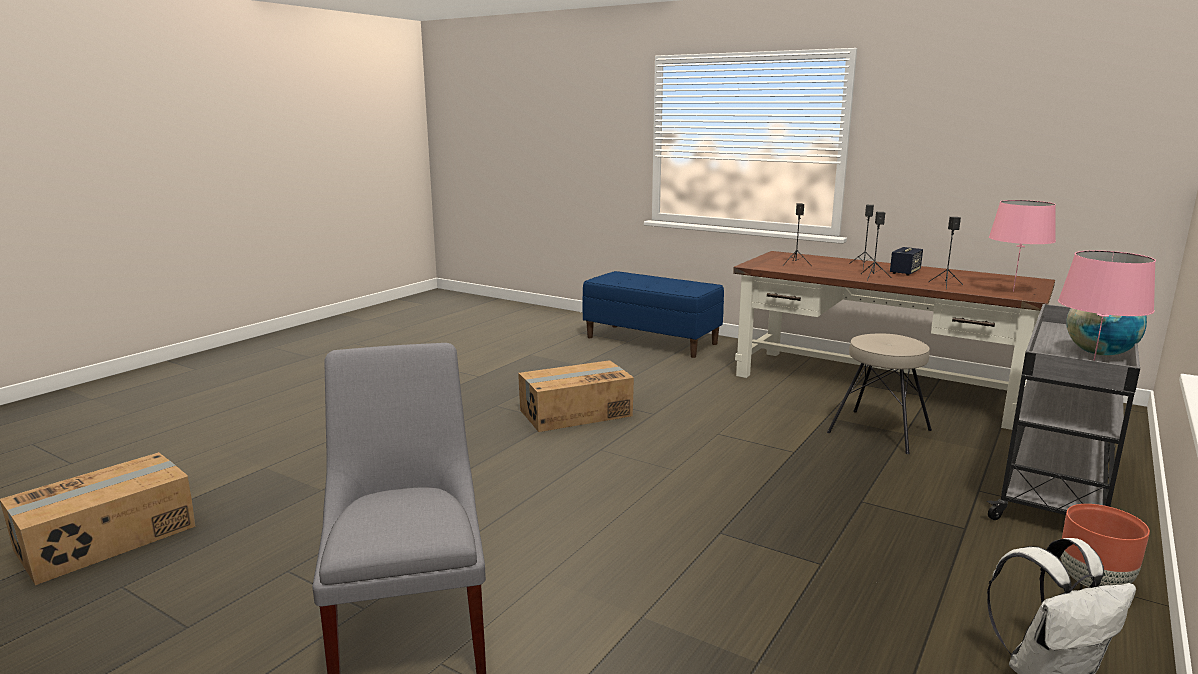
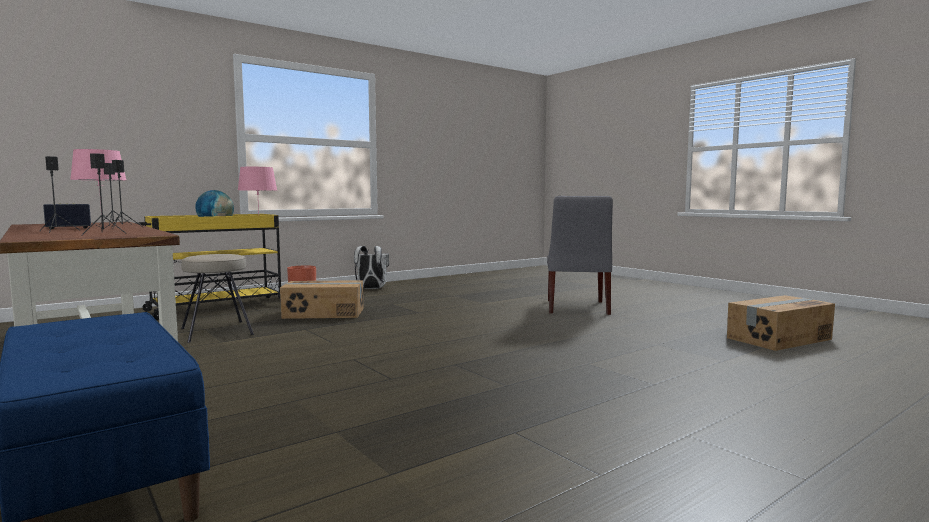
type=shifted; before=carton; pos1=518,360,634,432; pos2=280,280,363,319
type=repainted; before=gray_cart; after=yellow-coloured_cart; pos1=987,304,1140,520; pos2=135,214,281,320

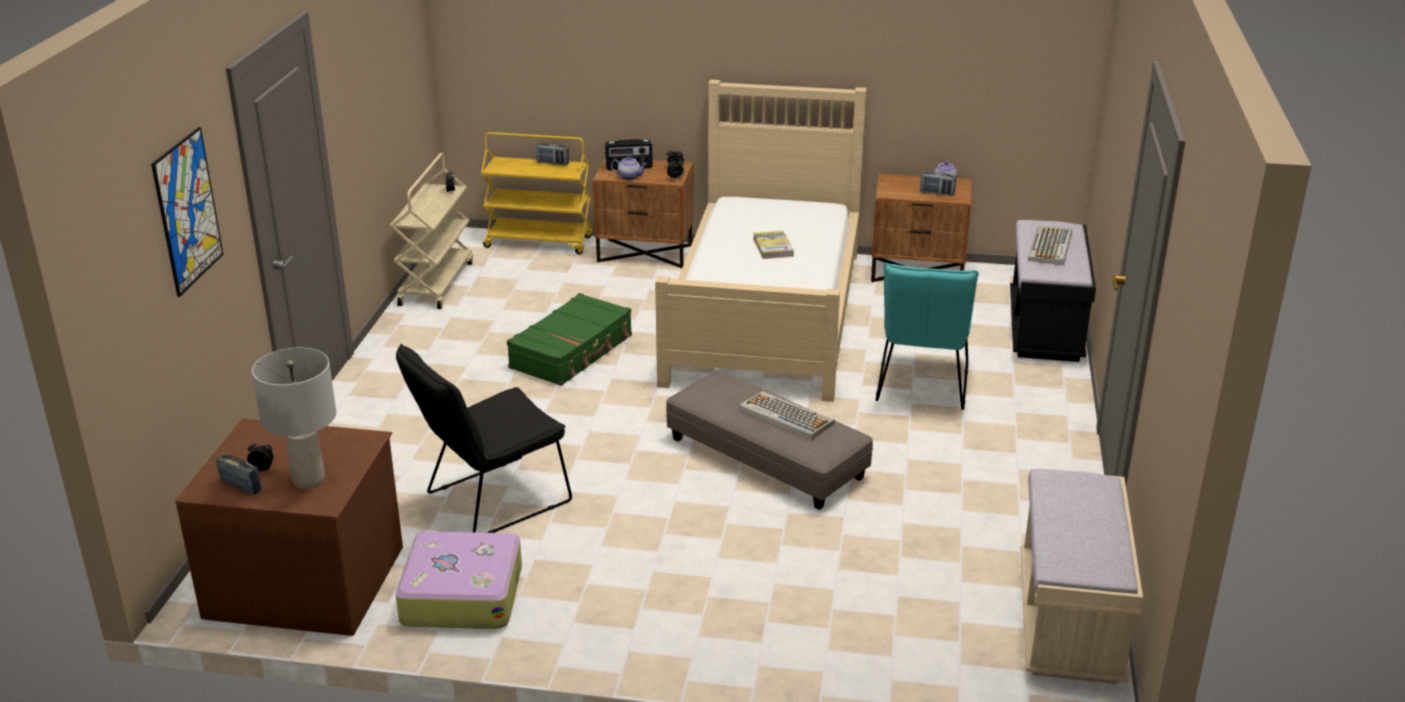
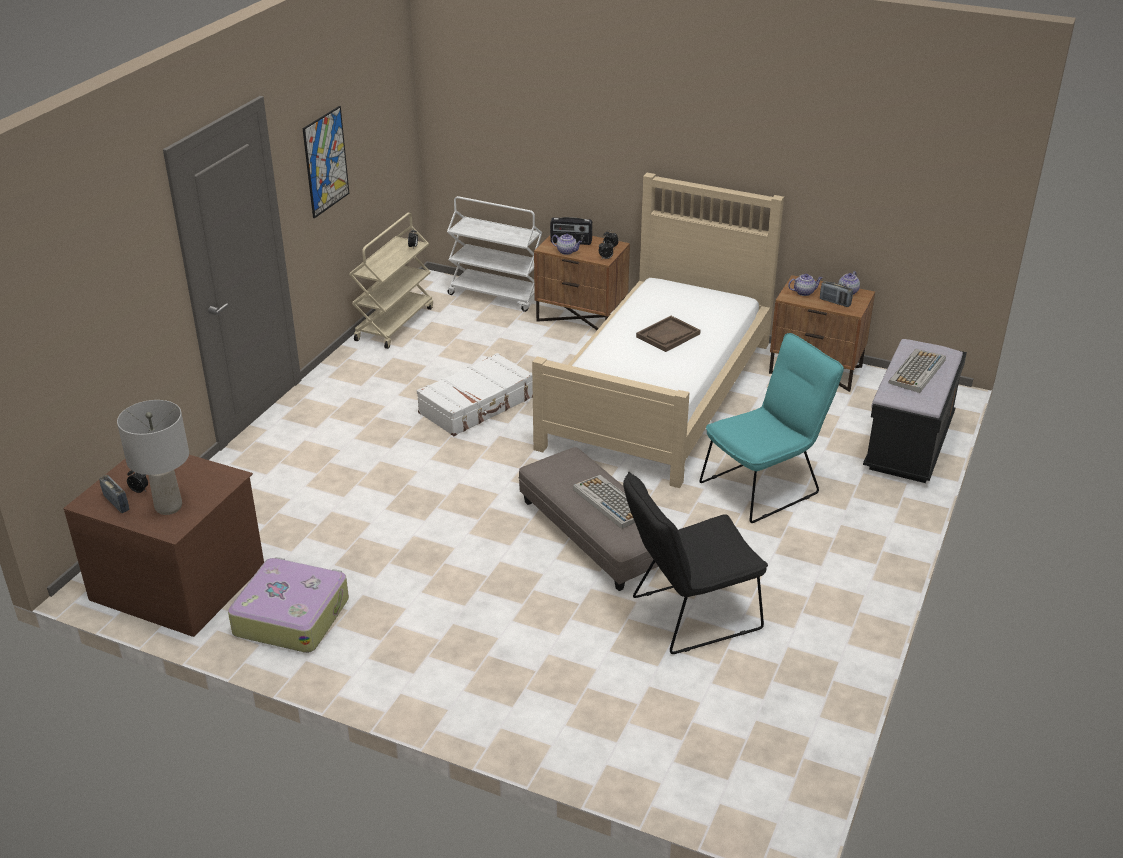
type=shifted; before=picture; pos1=151,127,223,297; pos2=302,106,349,218
type=shifted; before=black_chair; pos1=396,344,572,533; pos2=623,472,768,654
type=repainted; before=yellow-coloured_cart; after=white_cart; pos1=481,132,593,255; pos2=447,196,542,312
type=repainted; before=greenish_travel_case; after=white_travel_case; pos1=507,293,632,386; pos2=417,353,533,436
type=gone; before=radio_set; pos1=536,143,569,165
type=swapped; before=book; after=brown_tray; pos1=753,231,794,259; pos2=636,316,700,352
type=rotated; before=turquoise_chair; pos1=876,263,978,410; pos2=699,333,844,523; turn=-150
type=gone; before=beige-coloured_indoor_bench; pos1=1021,469,1143,684
type=new; after=teapot; pos2=788,274,823,296

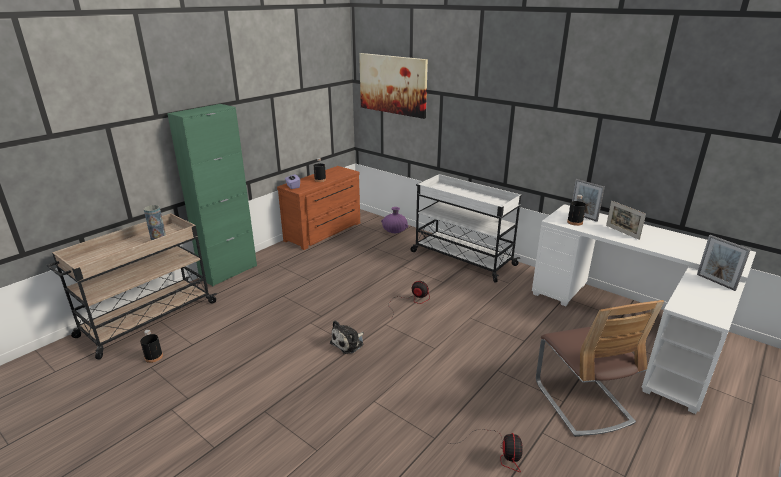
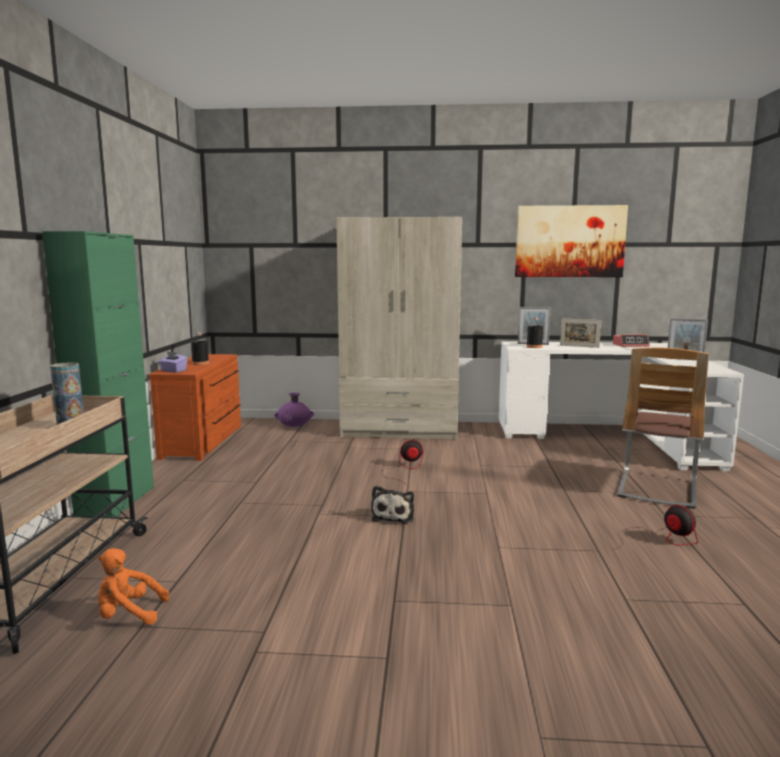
type=swapped; before=black_drink_bottle; after=orange_soft_toy; pos1=140,330,163,363; pos2=98,548,169,625
type=shifted; before=picture; pos1=359,53,428,119; pos2=515,205,628,277
type=swapped; before=white_cart; after=beige-coloured_clothes_cupboard; pos1=411,174,521,282; pos2=336,217,462,440
type=rotated; before=chair; pos1=536,300,664,437; pos2=617,348,709,509; turn=75
type=new; after=alarm_clock; pos2=613,335,650,347

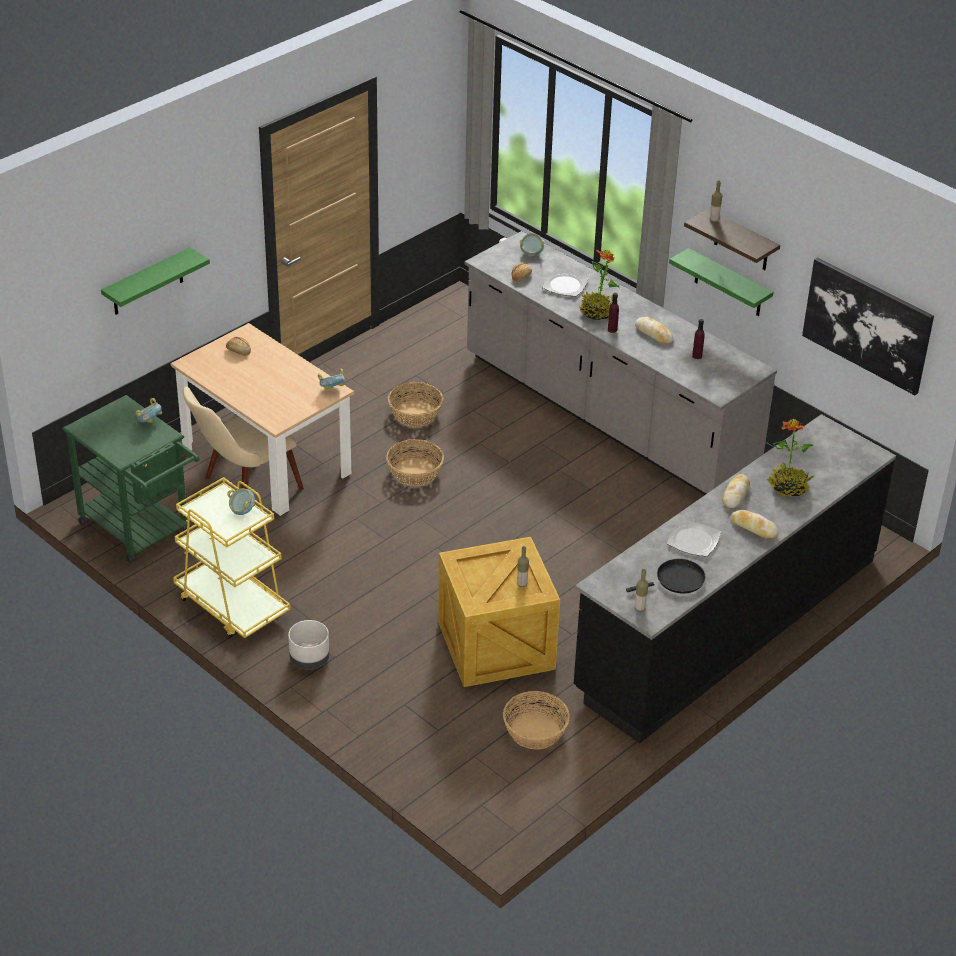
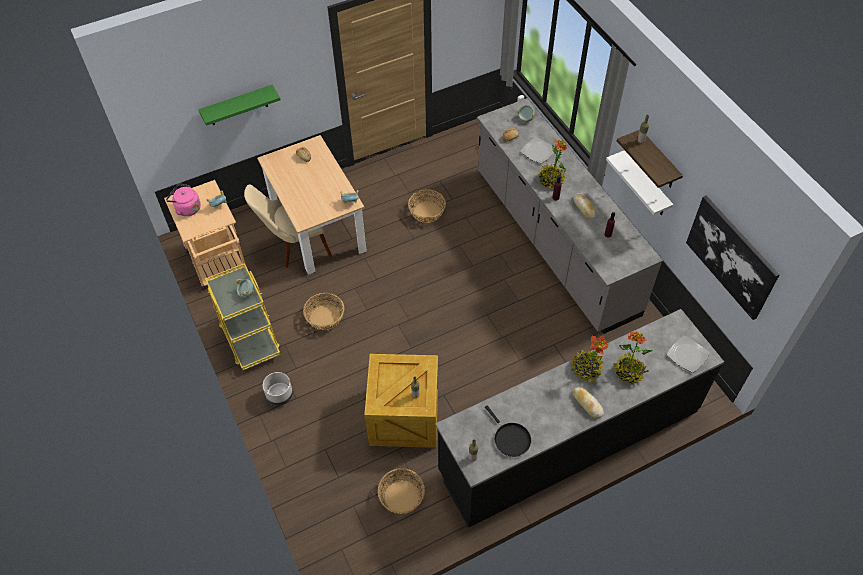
type=repainted; before=greenish_cart; after=beige-coloured_cart; pos1=62,395,200,563; pos2=164,180,249,290
type=shifted; before=basket; pos1=386,439,444,486; pos2=303,293,344,330
type=rotated; before=black_frying_pan; pos1=626,559,706,594; pos2=485,405,531,457; turn=60
type=shifted; before=plate; pos1=667,519,721,557; pos2=667,335,710,373
type=repainted; before=greenish_wall_shelf; after=white_wall_shelf; pos1=669,248,773,316; pos2=606,150,674,215
type=swapped; before=baked_bread; after=potted_plant; pos1=722,474,750,509; pos2=571,335,608,383
type=new; after=pinkish_tea_kettle; pos2=166,183,201,216

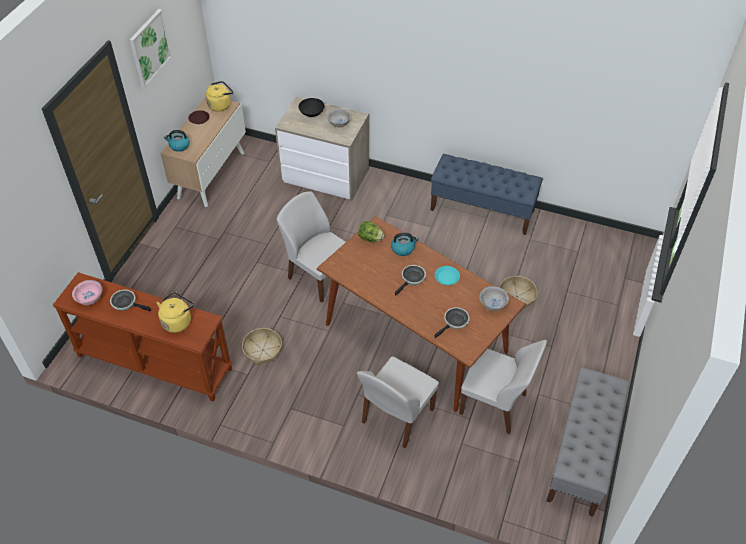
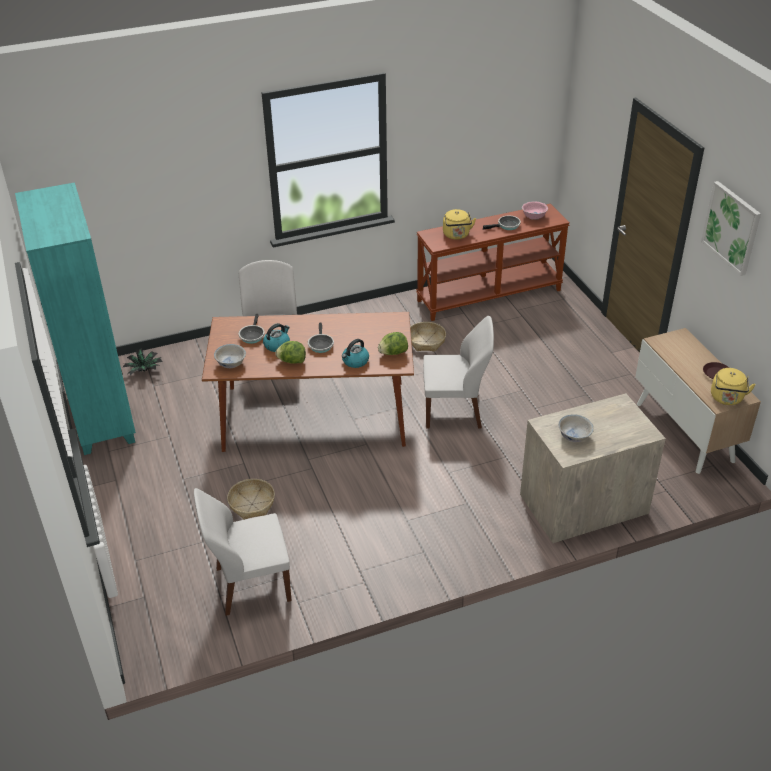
type=shifted; before=tea_kettle; pos1=164,130,190,152; pos2=263,323,290,352
type=gone; before=black_bowl; pos1=298,98,325,117
type=gone; before=bluish_indoor_bench; pos1=431,154,543,235
type=swapped; before=turquoise_plate; after=lettuce; pos1=435,266,460,285; pos2=275,341,306,364
type=shifted; before=white_chair; pos1=459,340,547,434; pos2=194,488,292,616
type=swapped; before=gray_indoor_bench; after=turquoise_shelving_unit; pos1=546,367,630,517; pos2=15,182,136,455
type=new; after=potted_plant; pos2=123,348,163,375

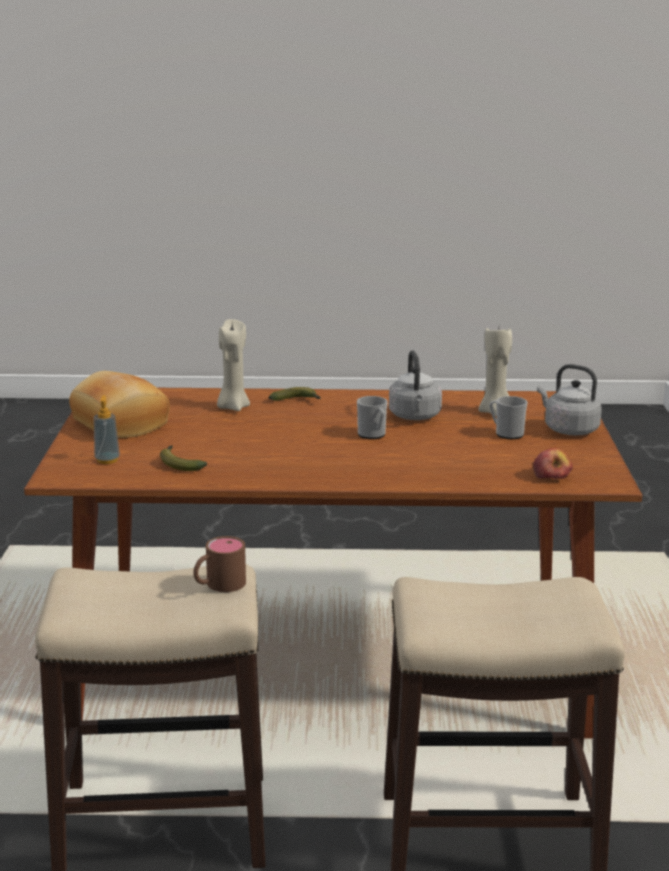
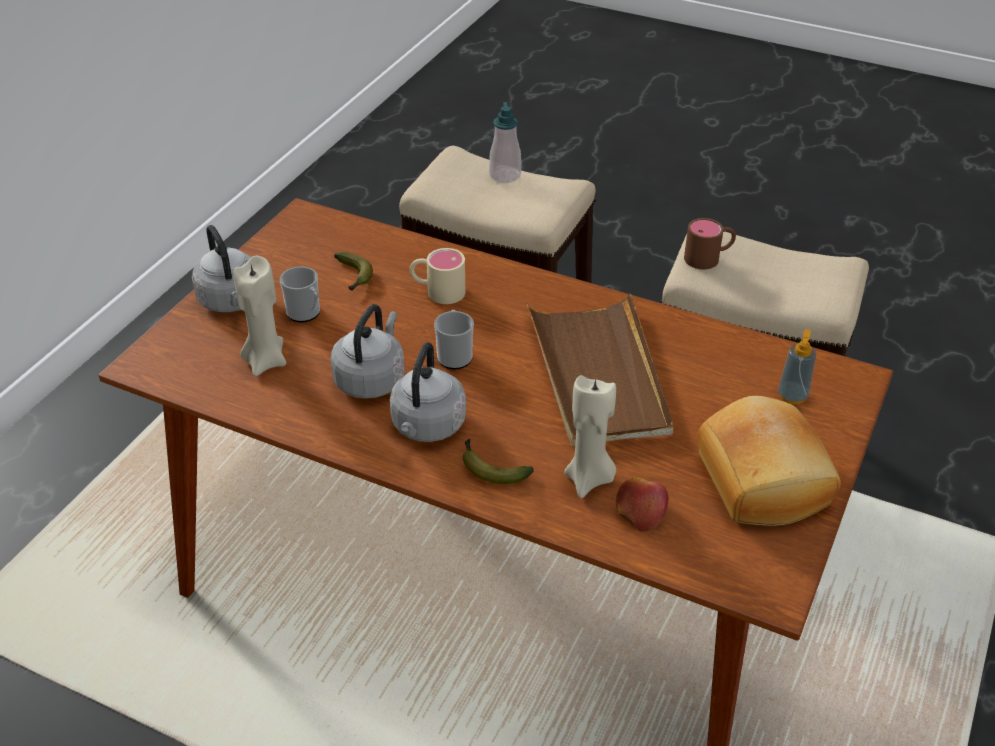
type=shifted; before=whole_banana; pos1=160,445,207,471; pos2=334,252,373,291
type=shifted; before=apple; pos1=533,448,573,479; pos2=616,478,668,532
type=new; after=gray_tea_kettle; pos2=390,342,466,442
type=new; after=beige-coloured_mug; pos2=410,248,465,304
type=new; after=liquid_soap_bottle; pos2=489,102,521,183
type=new; after=brown_tray; pos2=526,293,674,446

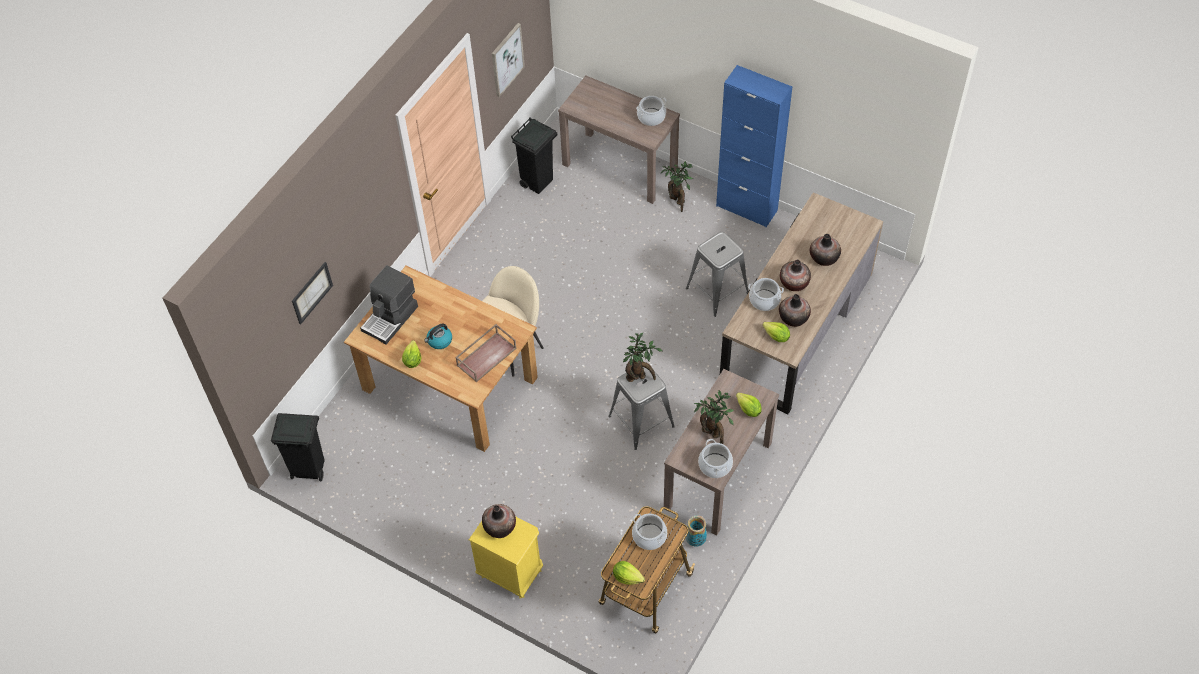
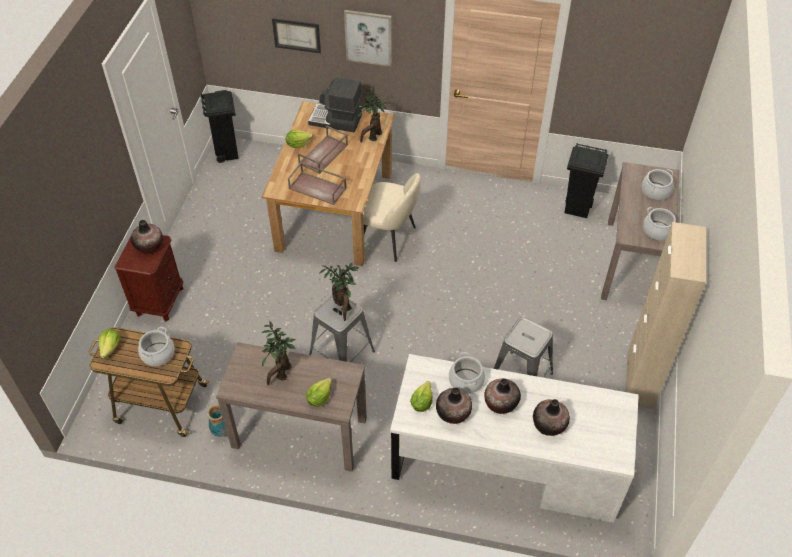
type=swapped; before=tea_kettle; after=brown_tray; pos1=424,324,452,349; pos2=298,125,348,174
type=repainted; before=yellow-coloured_night_table; after=brown_night_table; pos1=469,516,543,598; pos2=114,235,184,322
type=shifted; before=picture; pos1=492,23,525,97; pos2=344,10,392,67
type=shifted; before=potted_plant; pos1=660,161,693,212; pos2=358,87,388,142
type=shifted; before=saucepot; pos1=698,439,733,478; pos2=642,169,674,200
type=repainted; before=bluish_cabinet; after=beige-coloured_cabinet; pos1=716,65,792,227; pos2=625,222,706,409
type=repainted; before=brown_desk_table; after=white_desk_table; pos1=720,192,883,414; pos2=390,354,639,523

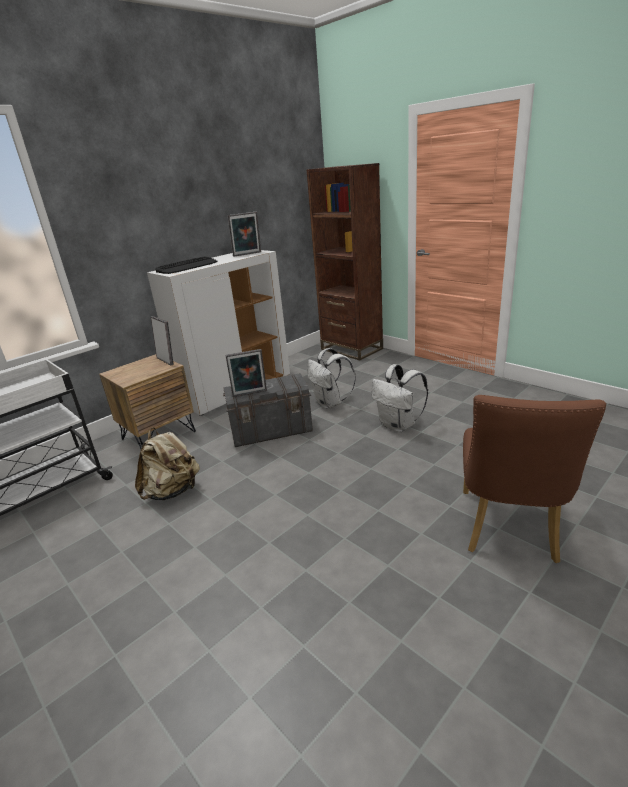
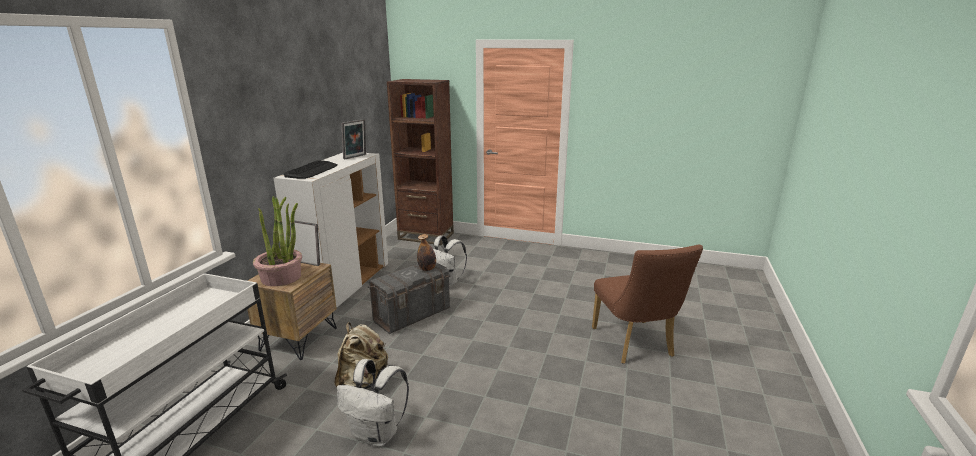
type=gone; before=standing_frame; pos1=225,349,267,397
type=shifted; before=white_rucksack; pos1=371,364,428,432; pos2=337,359,409,447
type=new; after=potted_plant; pos2=253,196,302,286
type=new; after=drink_bottle; pos2=417,234,436,271

